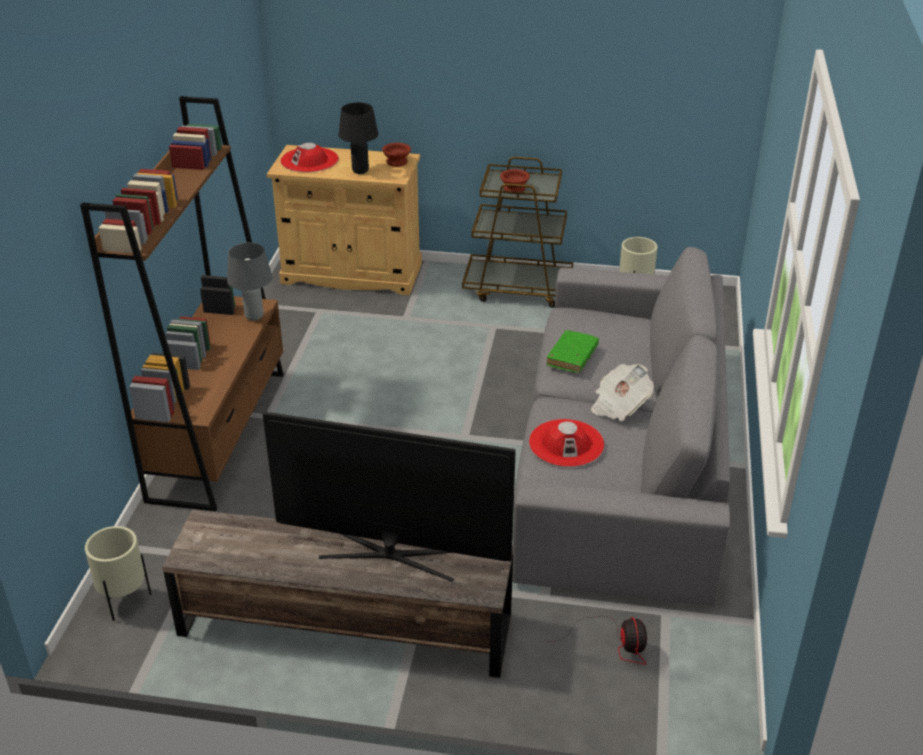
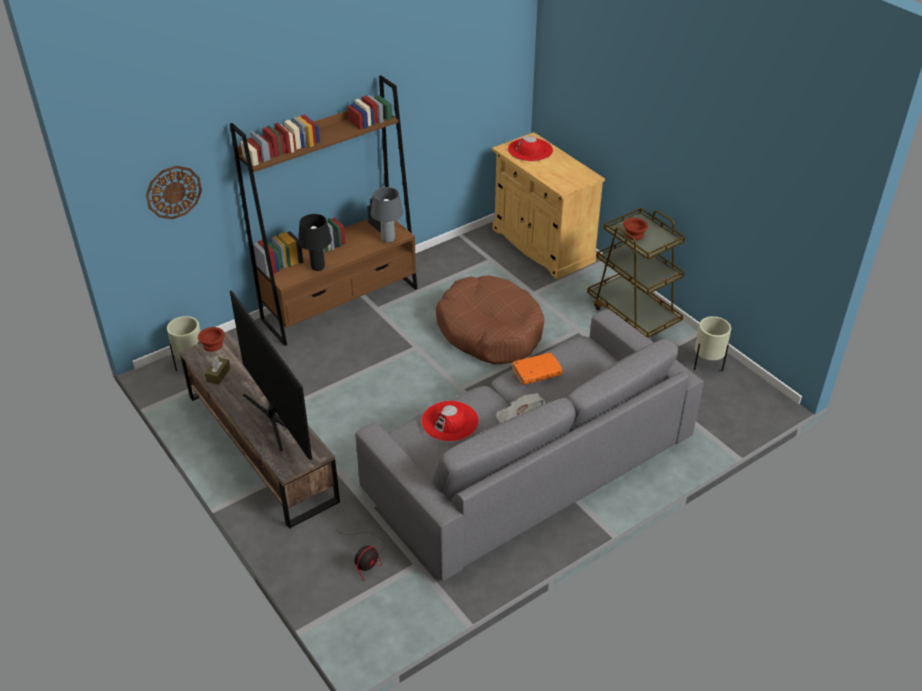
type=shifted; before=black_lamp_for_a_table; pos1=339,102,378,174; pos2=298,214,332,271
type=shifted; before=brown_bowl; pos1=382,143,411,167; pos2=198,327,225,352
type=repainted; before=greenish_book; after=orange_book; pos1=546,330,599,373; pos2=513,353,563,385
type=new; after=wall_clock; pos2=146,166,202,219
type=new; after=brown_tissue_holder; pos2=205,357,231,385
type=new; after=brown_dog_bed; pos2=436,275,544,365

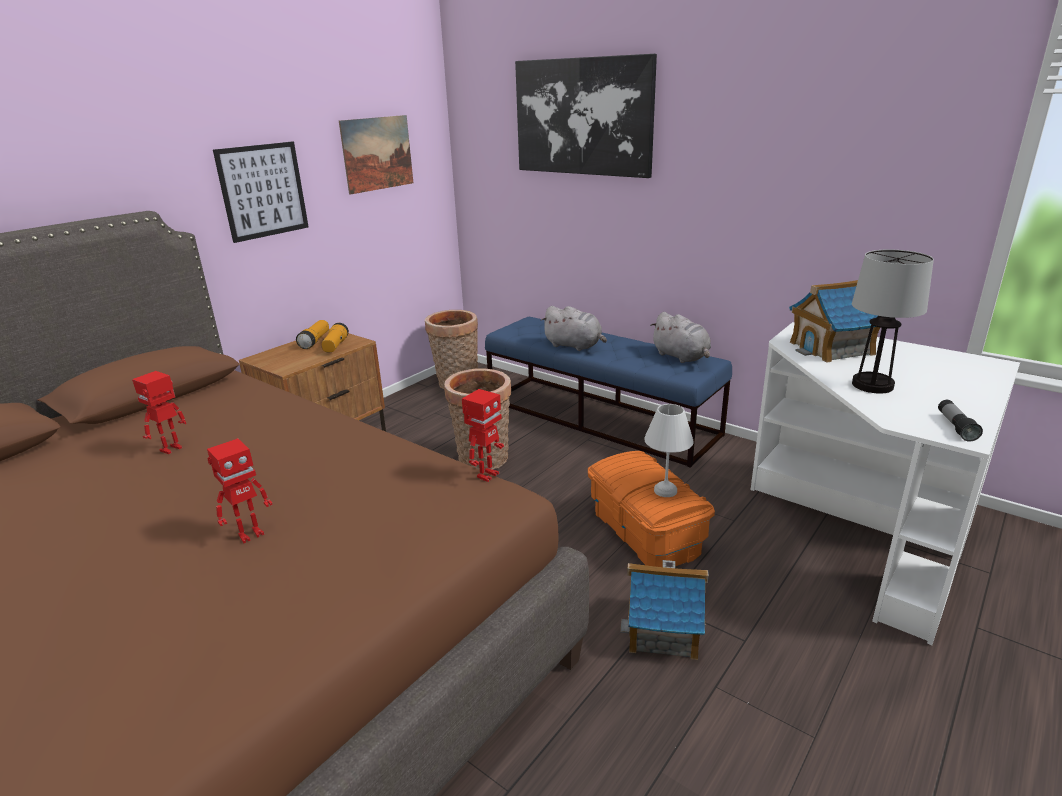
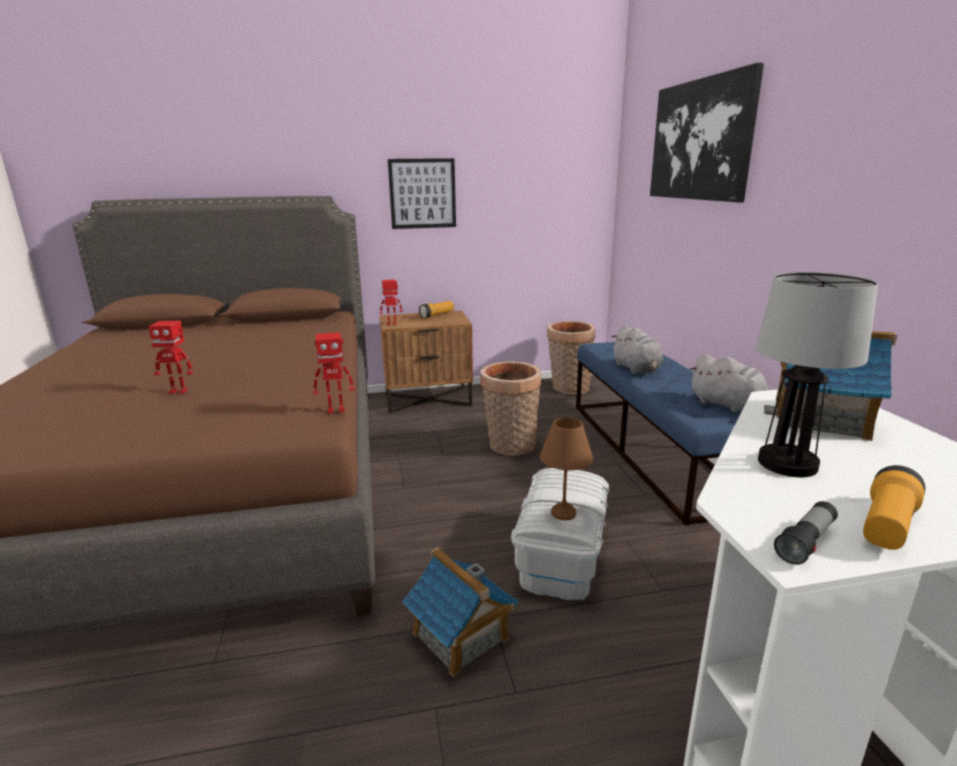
type=shifted; before=robot_figure; pos1=132,371,186,454; pos2=379,279,403,326
type=shifted; before=flashlight; pos1=321,323,349,352; pos2=863,465,925,550
type=gone; before=picture; pos1=339,115,413,195
type=repainted; before=orange_storage_bin; after=white_storage_bin; pos1=588,451,715,567; pos2=511,468,609,600
type=repainted; before=white_lamp_for_a_table; after=brown_lamp_for_a_table; pos1=644,404,694,497; pos2=540,417,593,520
type=rotated; before=gray_soft_toy; pos1=650,312,711,363; pos2=689,354,768,413; turn=-45

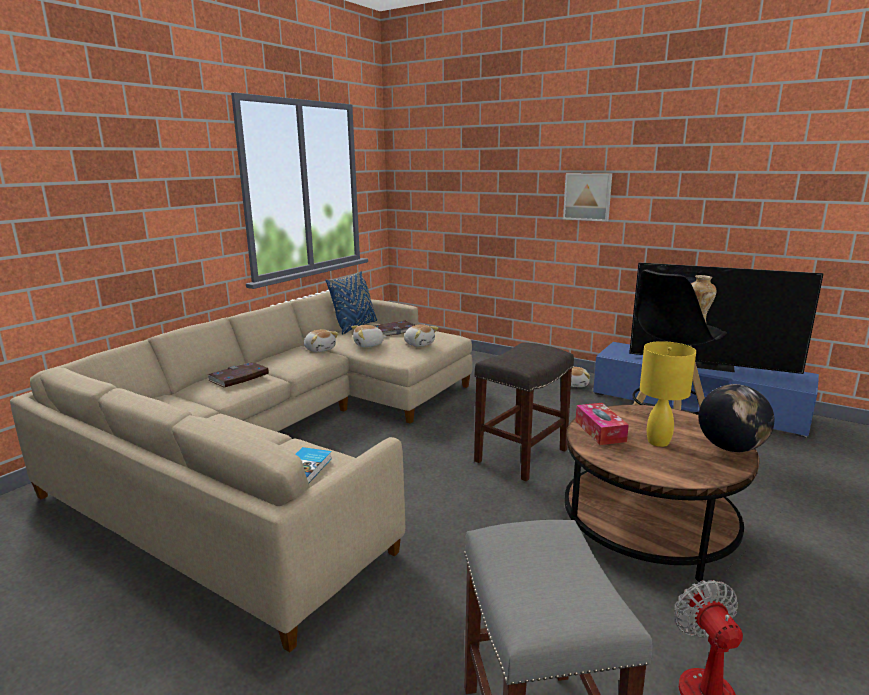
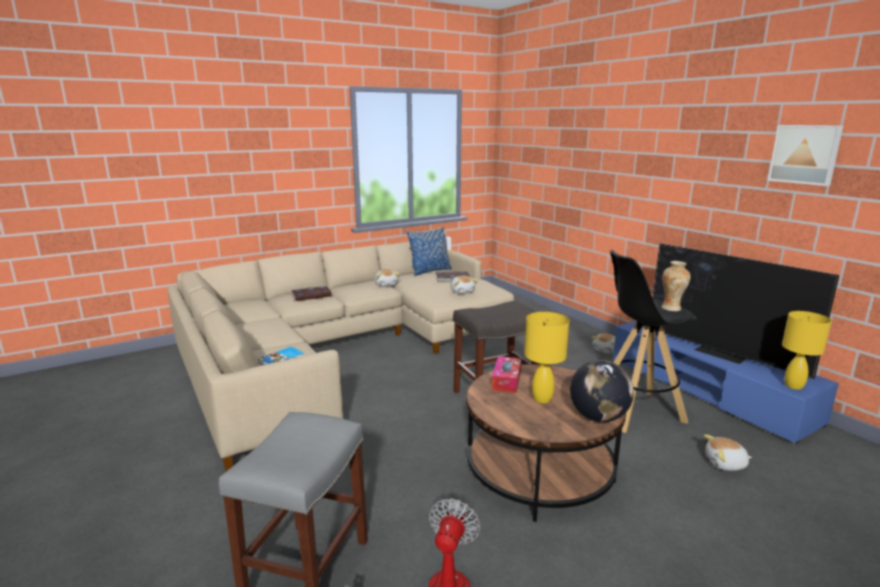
type=shifted; before=soft_toy; pos1=351,325,387,347; pos2=704,434,752,471
type=shifted; before=picture; pos1=563,173,612,221; pos2=768,125,843,186
type=new; after=yellow-coloured_lamp_for_a_table; pos2=782,311,832,390

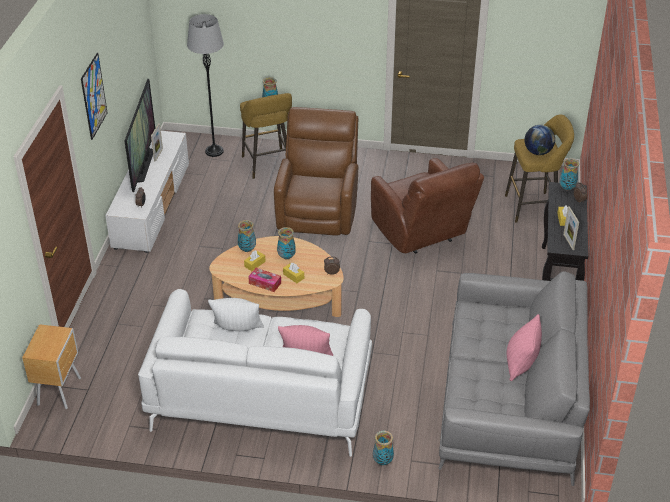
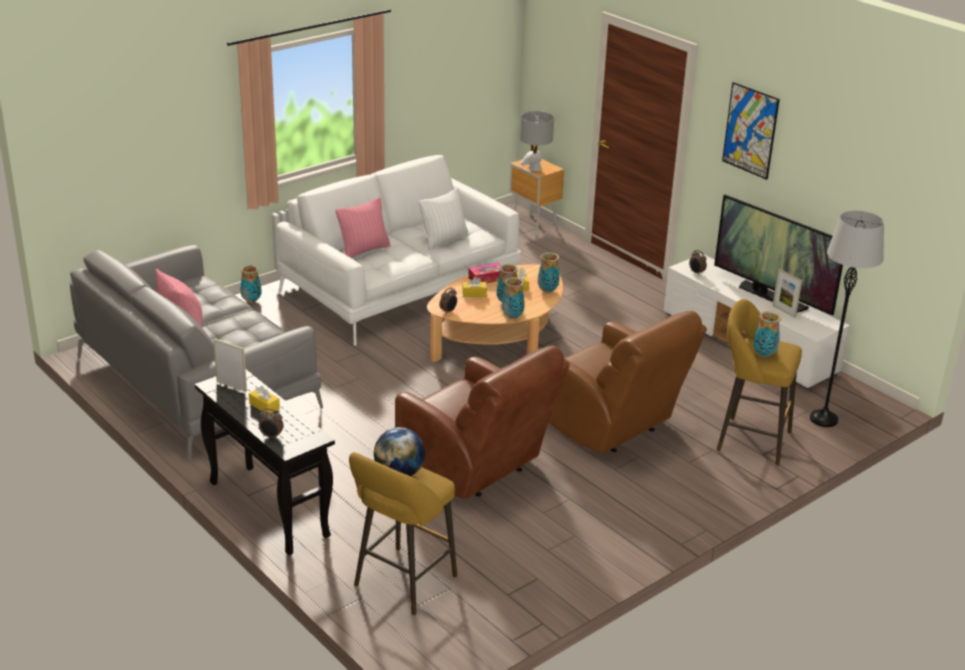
type=rotated; before=brown_lounge_chair; pos1=371,158,484,254; pos2=395,346,570,498; turn=-150
type=shifted; before=decorative_vase; pos1=559,158,579,191; pos2=502,277,525,319
type=new; after=gray_lamp_for_a_table; pos2=520,111,554,171

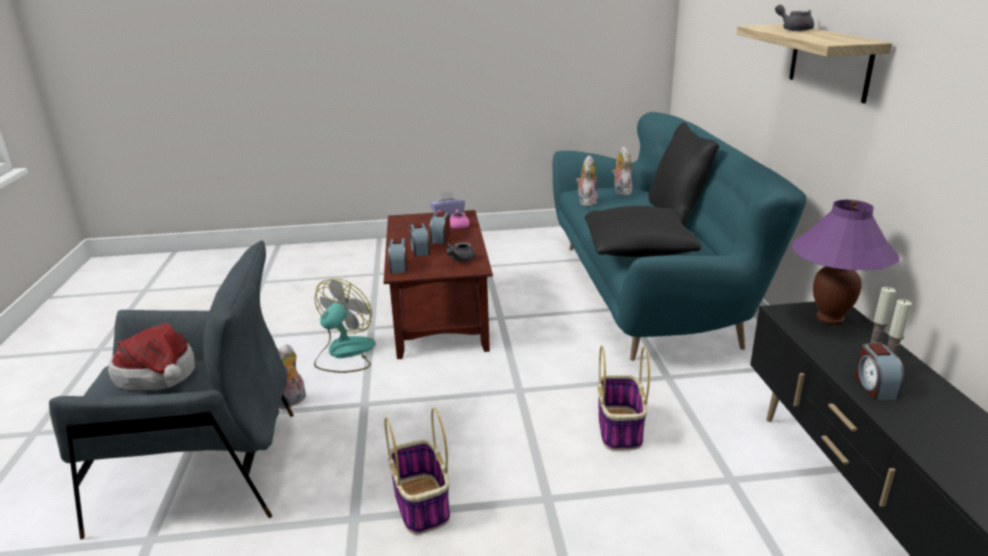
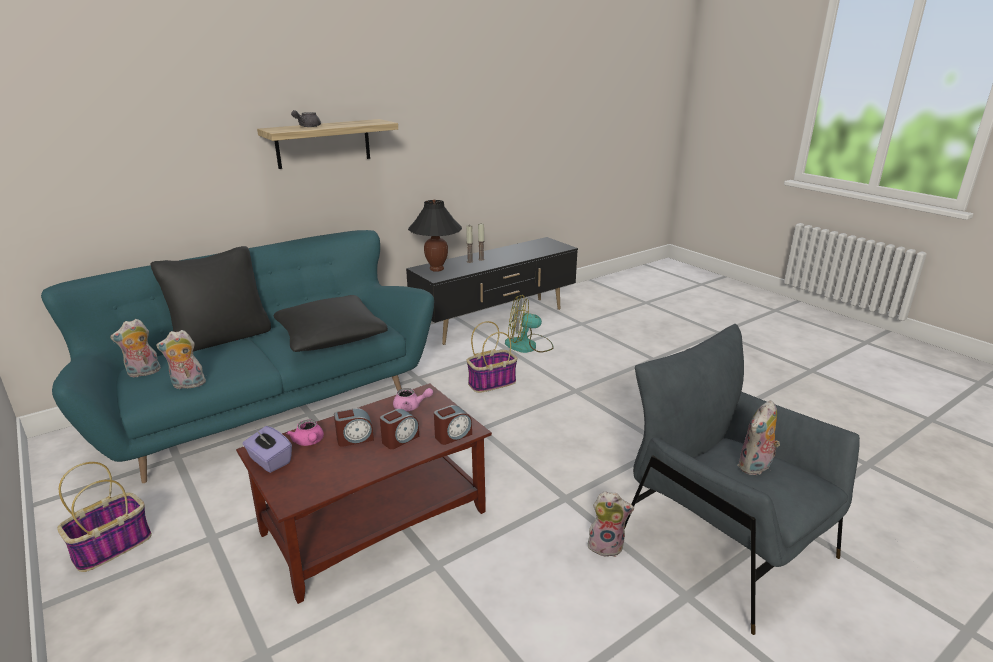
type=swapped; before=clothing_hat; after=soft_toy; pos1=108,323,195,390; pos2=737,400,780,475
type=shifted; before=electric_fan; pos1=314,278,376,373; pos2=505,295,554,353
type=shifted; before=basket; pos1=384,407,450,535; pos2=57,462,152,572
type=repainted; before=gray_teapot; after=pinkish_teapot; pos1=446,242,475,262; pos2=393,388,433,411
type=repainted; before=purple-coloured_lamp_for_a_table; after=black_lamp_for_a_table; pos1=792,200,899,325; pos2=408,199,462,272
type=gone; before=alarm_clock; pos1=855,343,904,400

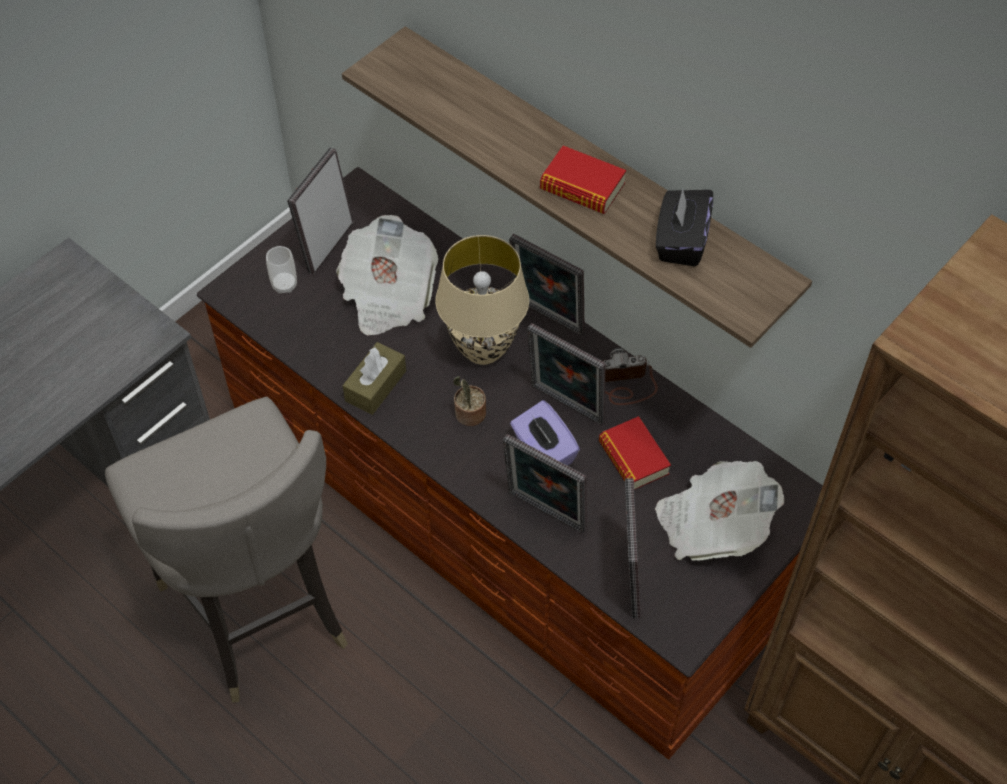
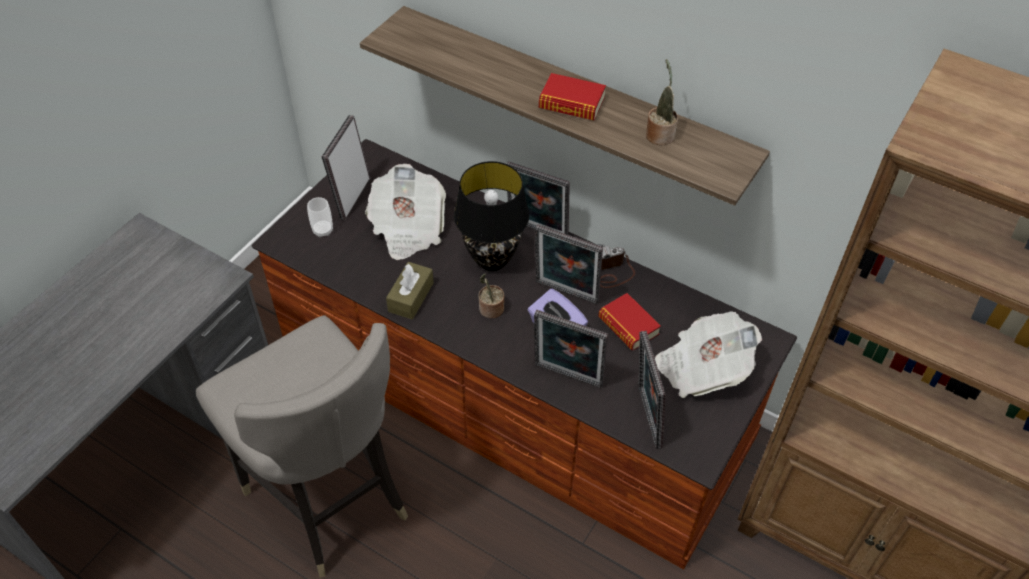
type=repainted; before=beige-coloured_lamp_for_a_table; after=black_lamp_for_a_table; pos1=436,235,529,365; pos2=454,161,529,271
type=swapped; before=black_tissue_holder; after=potted_plant; pos1=656,189,713,266; pos2=646,59,678,145

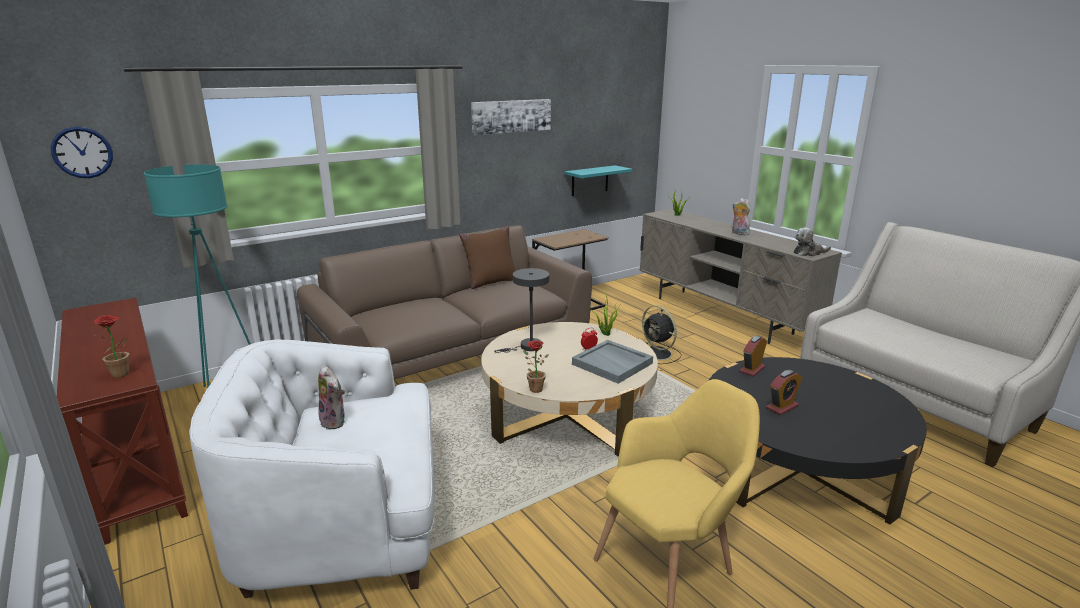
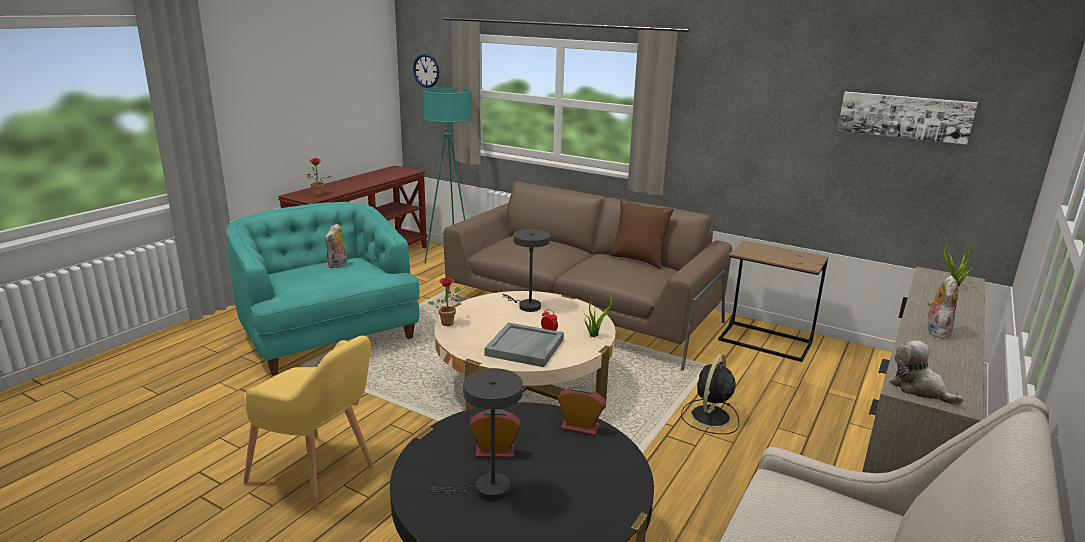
type=repainted; before=white_lounge_chair; after=turquoise_lounge_chair; pos1=189,340,435,598; pos2=226,202,420,376
type=shifted; before=picture; pos1=471,99,551,135; pos2=838,92,978,145
type=gone; before=turquoise_wall_shelf; pos1=565,165,632,196
type=rotated; before=alarm_clock; pos1=766,370,802,415; pos2=469,409,520,458; turn=150
type=new; after=gray_lamp_for_a_table; pos2=430,368,523,501

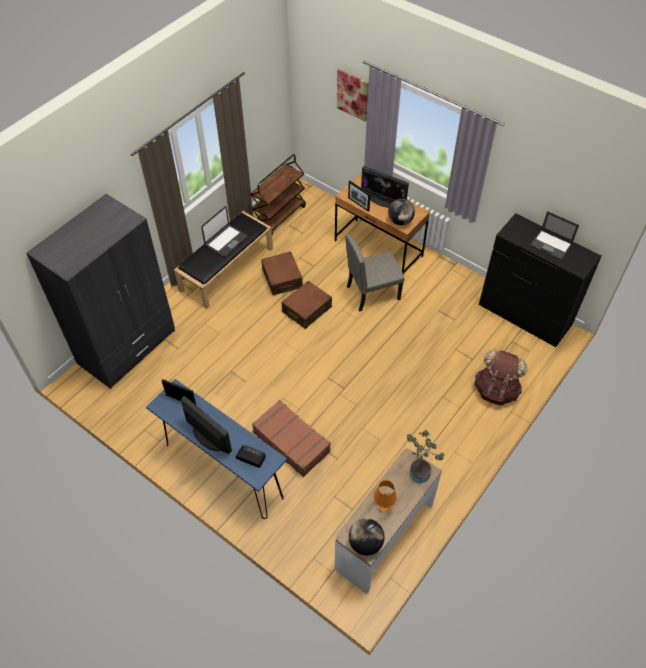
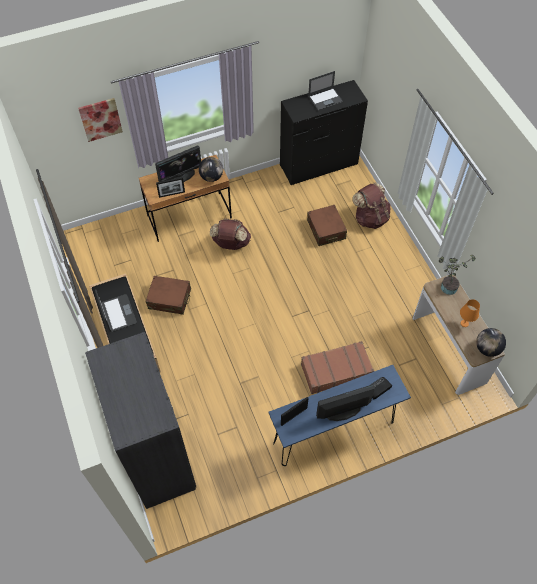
type=gone; before=brown_cart; pos1=250,154,306,235
type=shifted; before=brown_travel_case; pos1=282,281,332,329; pos2=307,205,347,246
type=swapped; before=beige-coloured_chair; after=brown_rucksack; pos1=345,234,405,312; pos2=210,218,251,250

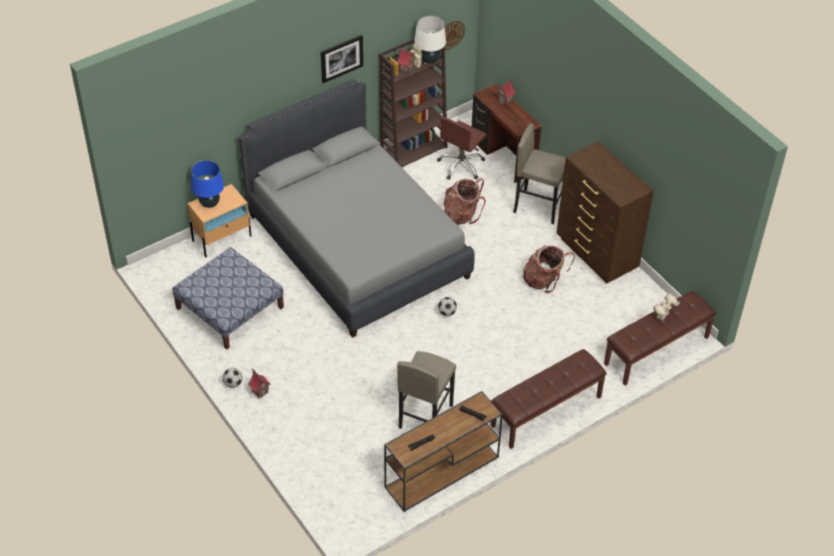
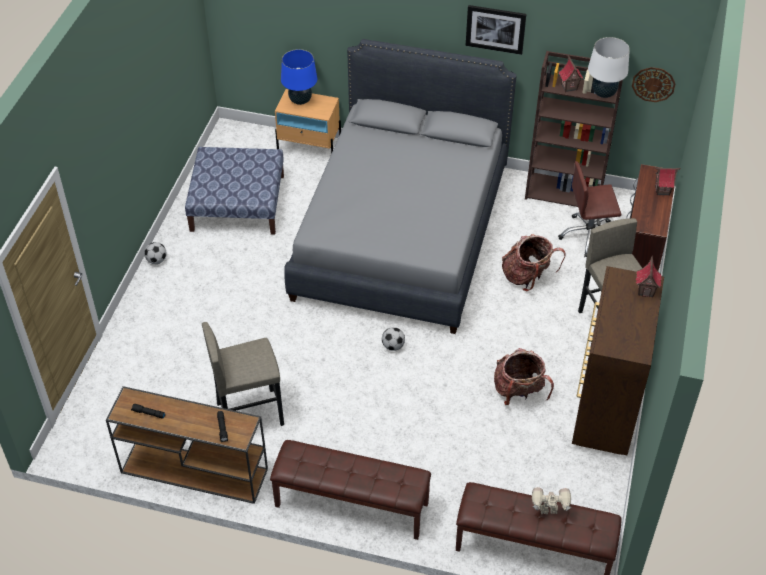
type=shifted; before=miniature_house; pos1=248,369,271,398; pos2=636,256,662,298

